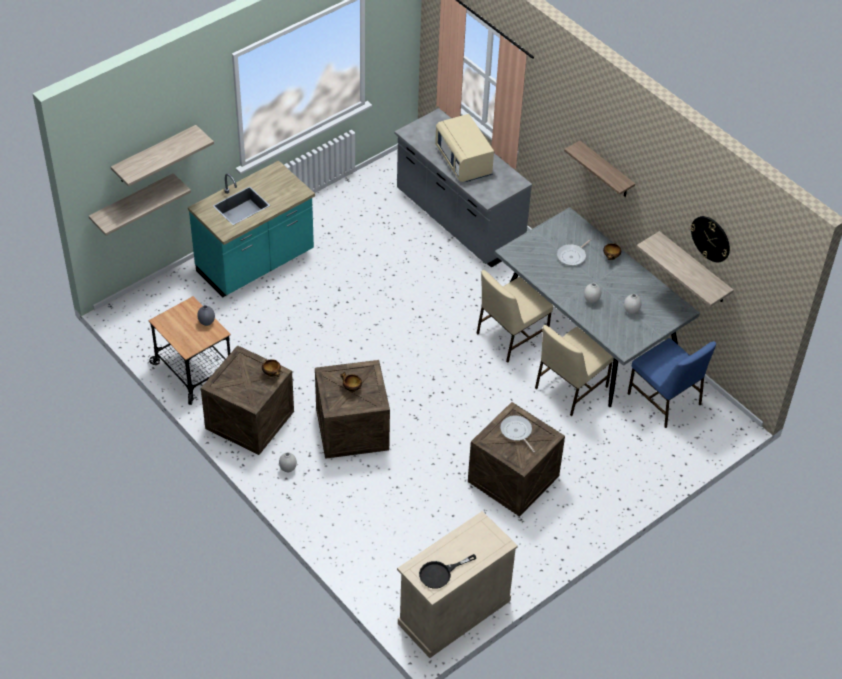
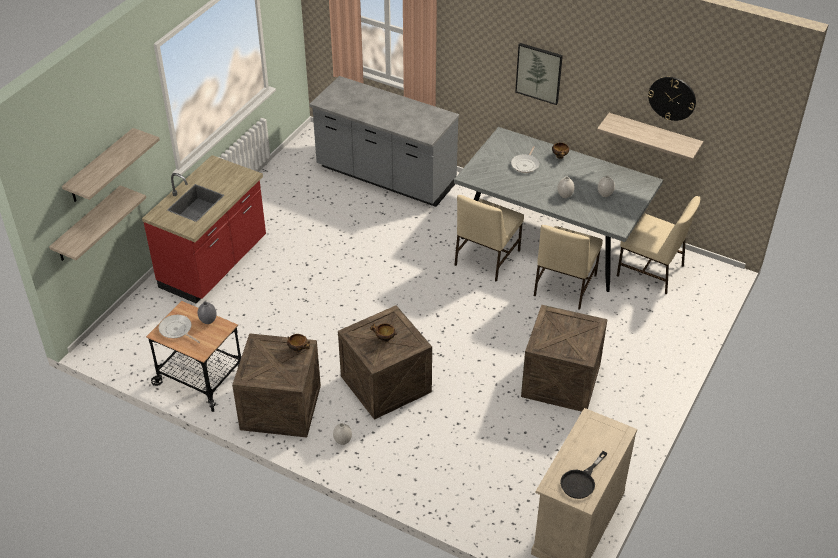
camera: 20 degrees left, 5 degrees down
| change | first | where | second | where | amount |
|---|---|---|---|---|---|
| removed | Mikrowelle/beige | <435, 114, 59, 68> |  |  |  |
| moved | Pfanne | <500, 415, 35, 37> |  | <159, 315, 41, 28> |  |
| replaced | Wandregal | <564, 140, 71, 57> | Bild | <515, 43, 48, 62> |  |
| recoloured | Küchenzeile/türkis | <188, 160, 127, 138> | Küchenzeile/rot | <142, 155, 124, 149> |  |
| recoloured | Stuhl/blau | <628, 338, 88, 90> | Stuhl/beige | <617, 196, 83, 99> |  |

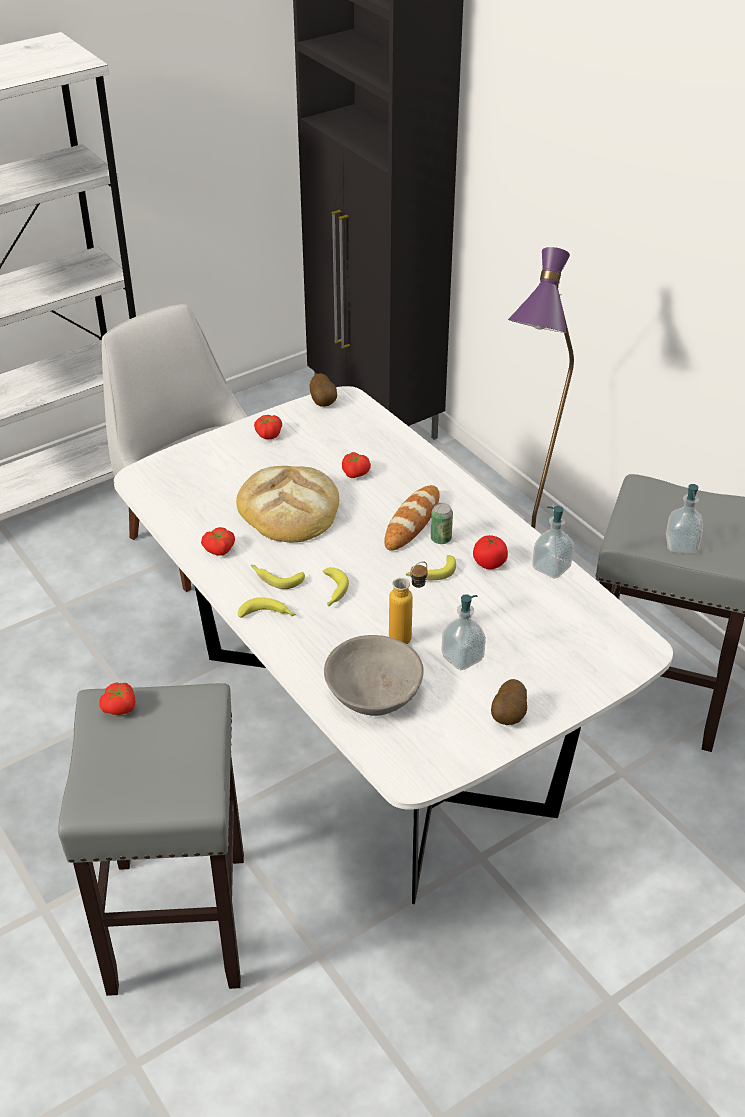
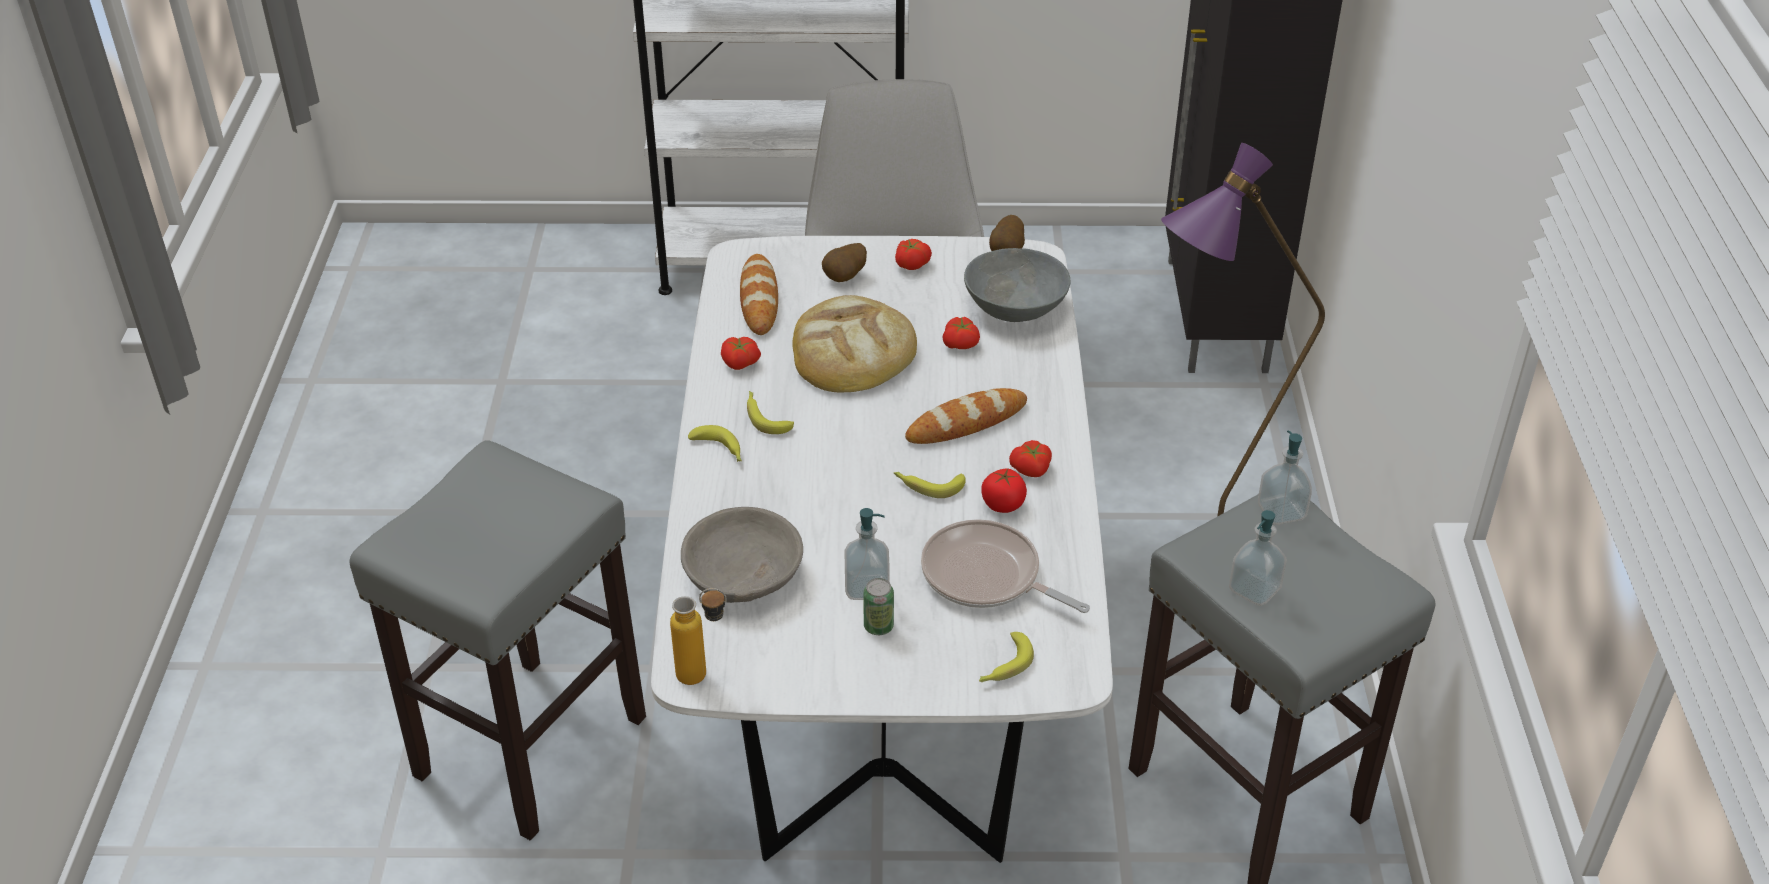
camera: 35 degrees right, 0 degrees up
| change | first | where | second | where | amount |
|---|---|---|---|---|---|
| added |  |  | Brot | <740, 254, 38, 81> |  |
| added |  |  | Pfanne | <921, 519, 169, 94> |  |
| added |  |  | Schüssel/grau | <964, 248, 106, 74> |  |
| moved | Tomate | <100, 682, 35, 33> |  | <1009, 440, 43, 37> |  |
| moved | Banane | <322, 567, 27, 39> |  | <979, 632, 55, 50> |  |
| moved | Flasche | <389, 561, 39, 83> |  | <670, 588, 57, 97> |  |
| moved | Dose | <431, 503, 22, 41> |  | <863, 578, 31, 57> |  |
| moved | Kartoffel | <491, 679, 36, 46> |  | <822, 243, 45, 39> |  |
| moved | Seifenspender | <532, 506, 42, 73> |  | <1258, 431, 54, 94> |  |

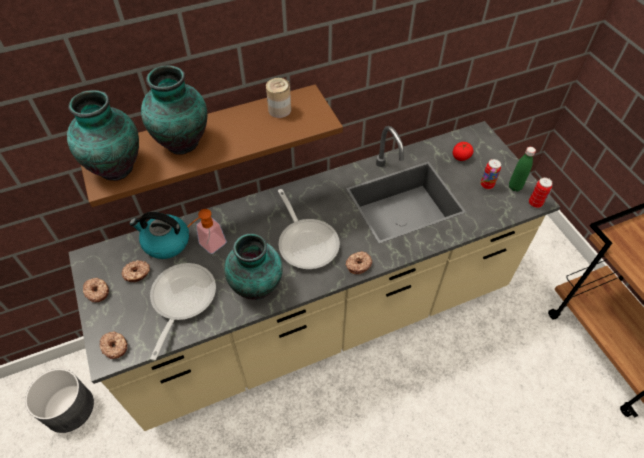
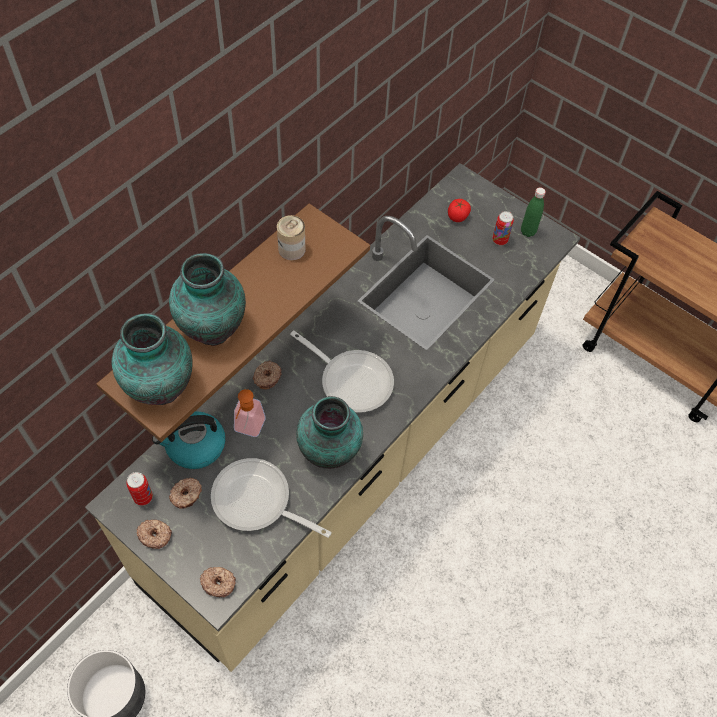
camera: 30 degrees left, 5 degrees up
| change | first | where | second | where | amount |
|---|---|---|---|---|---|
| moved | Donut | <345, 251, 27, 23> |  | <253, 361, 29, 28> |  |
| moved | Dose | <529, 177, 23, 31> |  | <126, 472, 27, 34> |  |
| turned | Pfanne | <150, 263, 66, 97> |  | <211, 458, 121, 80> | 45 degrees counterclockwise |

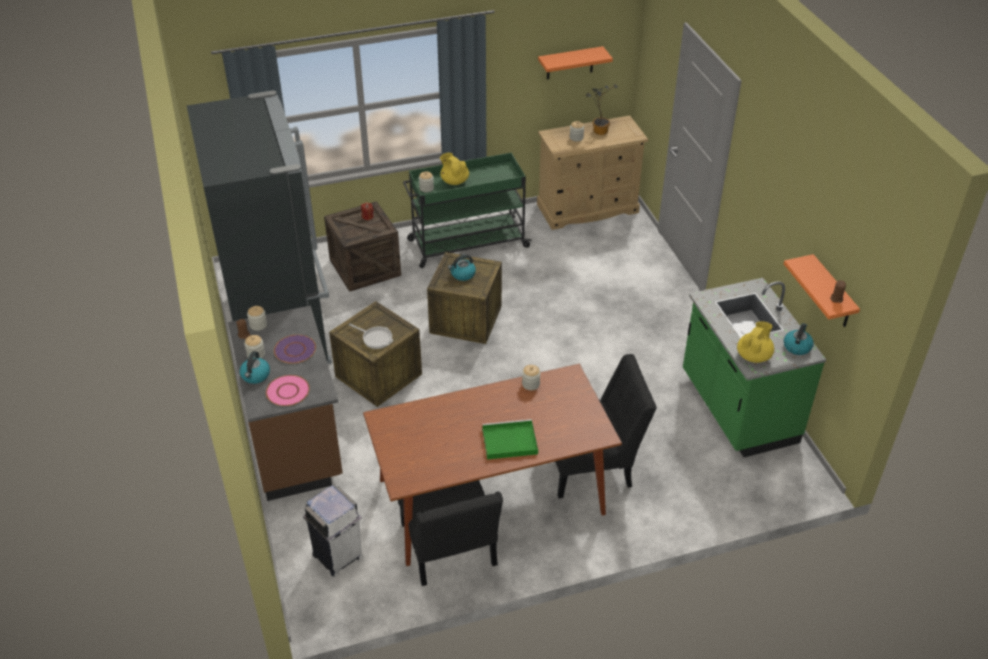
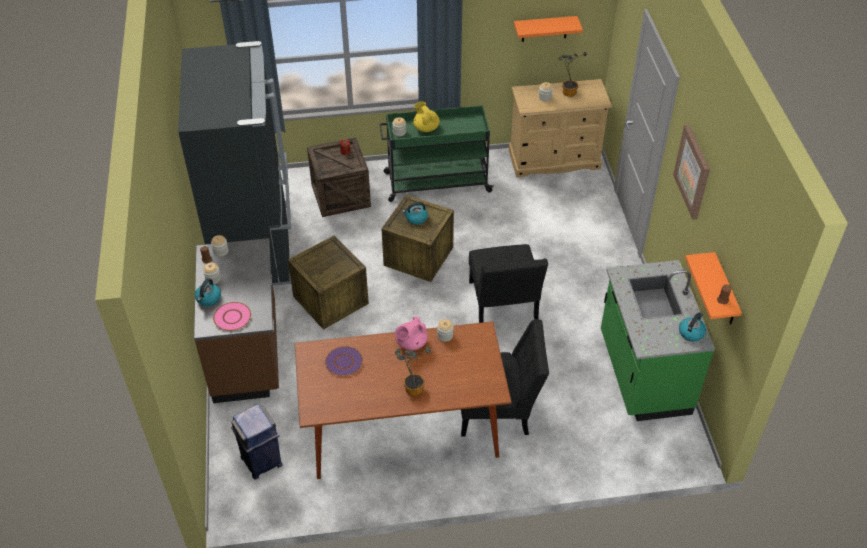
camera: 10 degrees right, 5 degrees up
| change | first | where | second | where | amount |
|---|---|---|---|---|---|
| removed | Pfanne | <349, 324, 44, 25> |  |  |  |
| removed | Teekanne/gelb | <737, 321, 37, 42> |  |  |  |
| added |  |  | Teekanne/rosa | <395, 316, 33, 34> |  |
| added |  |  | Bild | <673, 125, 37, 95> |  |
| moved | Teller/lila | <274, 335, 42, 29> |  | <325, 346, 38, 31> |  |
| moved | Stuhl/schwarz | <398, 480, 105, 106> |  | <469, 244, 79, 79> |  |
| replaced | Tablett/grün | <482, 419, 56, 40> | Topfpflanze | <395, 346, 36, 50> |  |
| recoloured | Mülleimer/weiß | <303, 486, 60, 91> | Mülleimer/blau | <231, 404, 52, 76> |  |

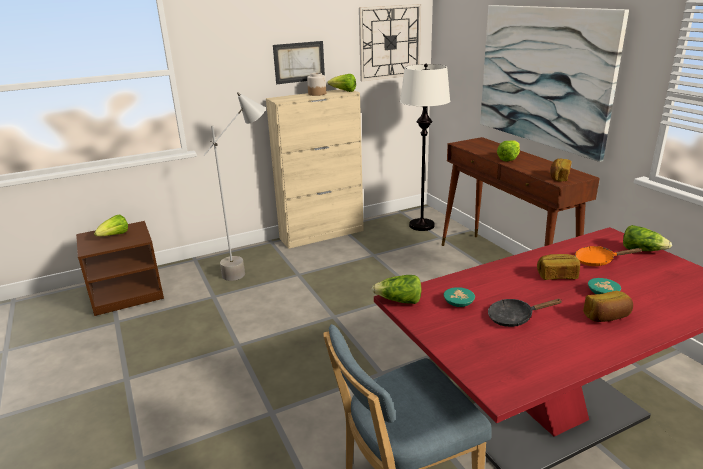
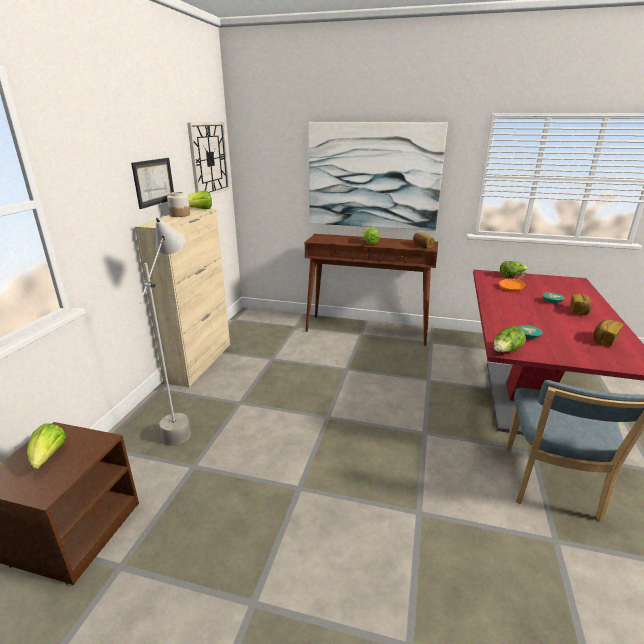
camera: 50 degrees left, 0 degrees up
| change | first | where | second | where | amount |
|---|---|---|---|---|---|
| removed | Stehlampe/weiß | <400, 64, 50, 167> |  |  |  |
| removed | Pfanne/schwarz | <488, 299, 75, 28> |  |  |  |
| moved | Brot | <537, 254, 43, 26> |  | <593, 319, 30, 27> |  |

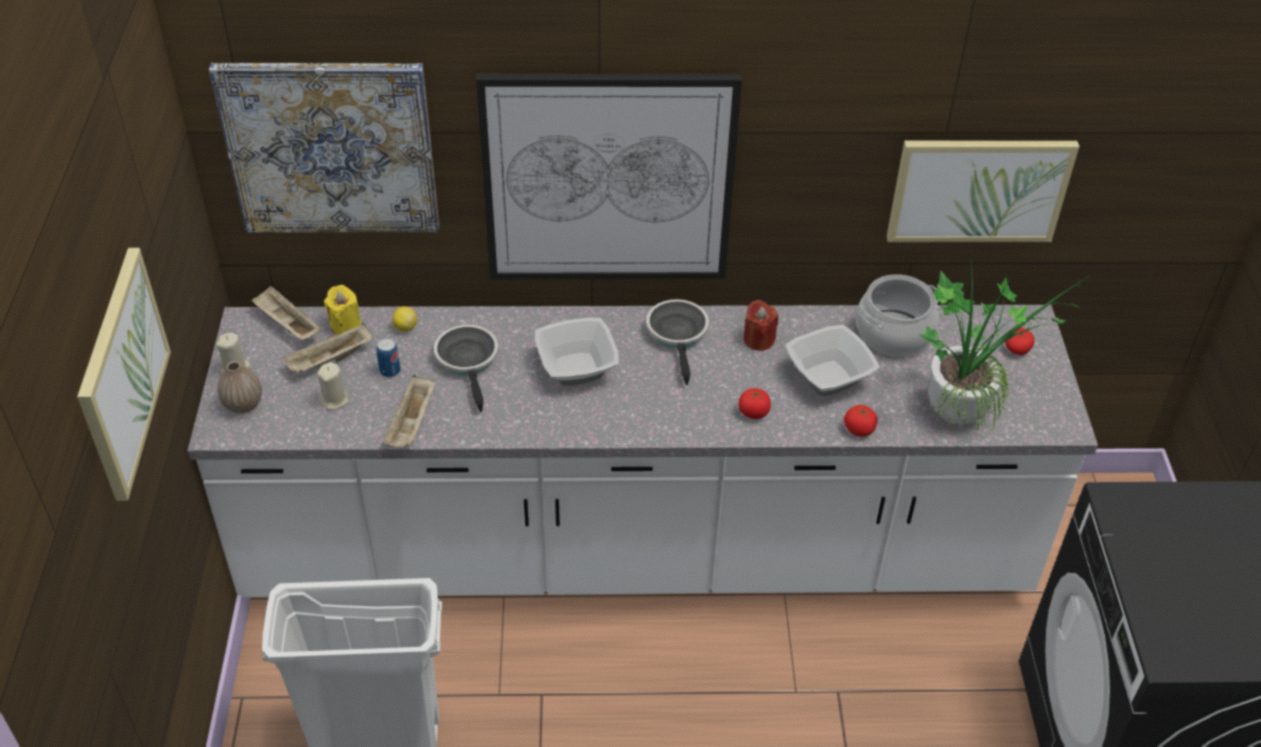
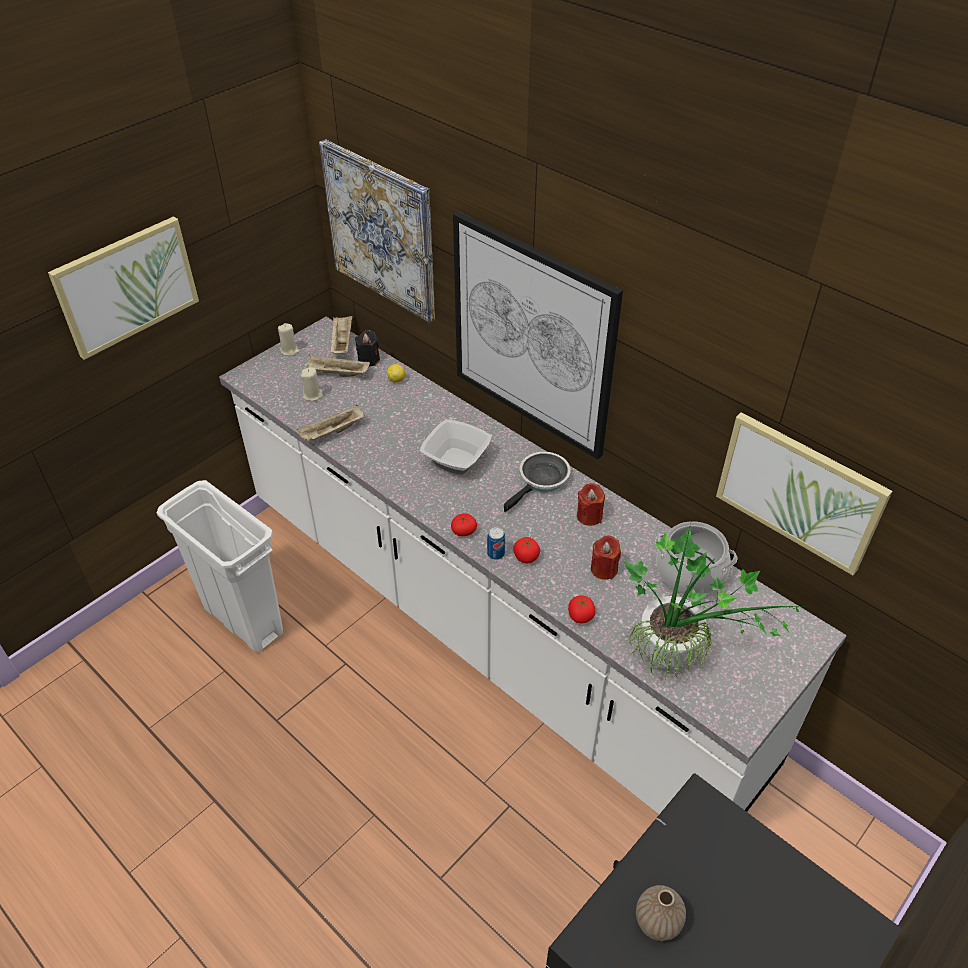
camera: 45 degrees right, 0 degrees up
| change | first | where | second | where | amount |
|---|---|---|---|---|---|
| removed | Pfanne | <434, 325, 64, 87> |  |  |  |
| moved | Vase | <217, 361, 45, 53> |  | <636, 885, 50, 56> |  |
| moved | Dose | <376, 338, 24, 40> |  | <487, 527, 18, 33> |  |
| moved | Tomate | <1005, 328, 29, 27> |  | <451, 513, 26, 23> |  |
| replaced | Schüssel | <785, 325, 95, 71> | Kerze/rot | <591, 536, 30, 44> |  |
| recoloured | Kerze/gelb | <324, 285, 37, 50> | Kerze/schwarz | <355, 330, 25, 37> |  |

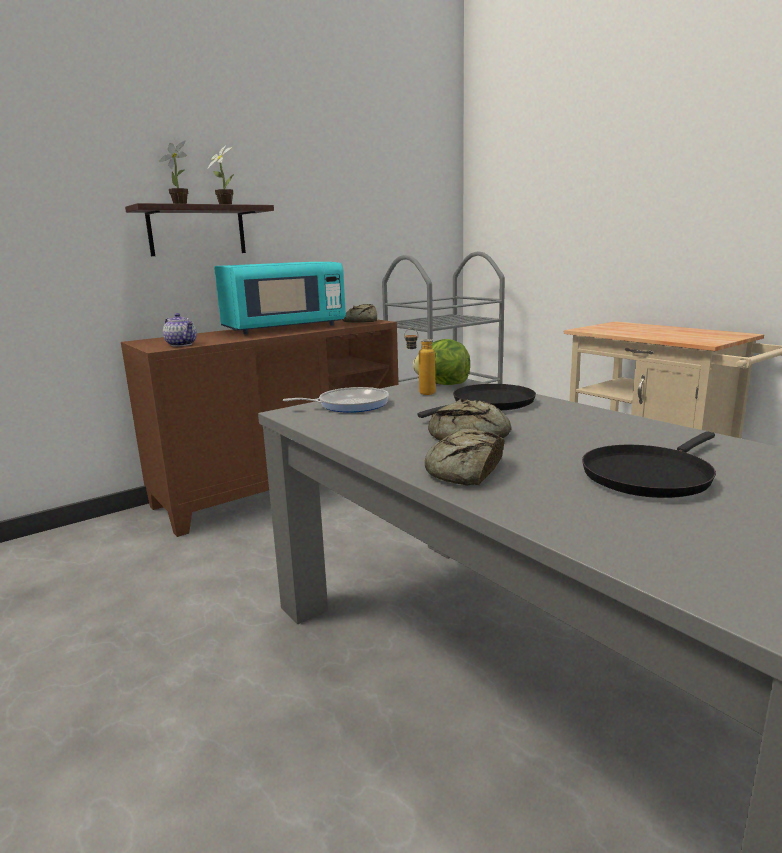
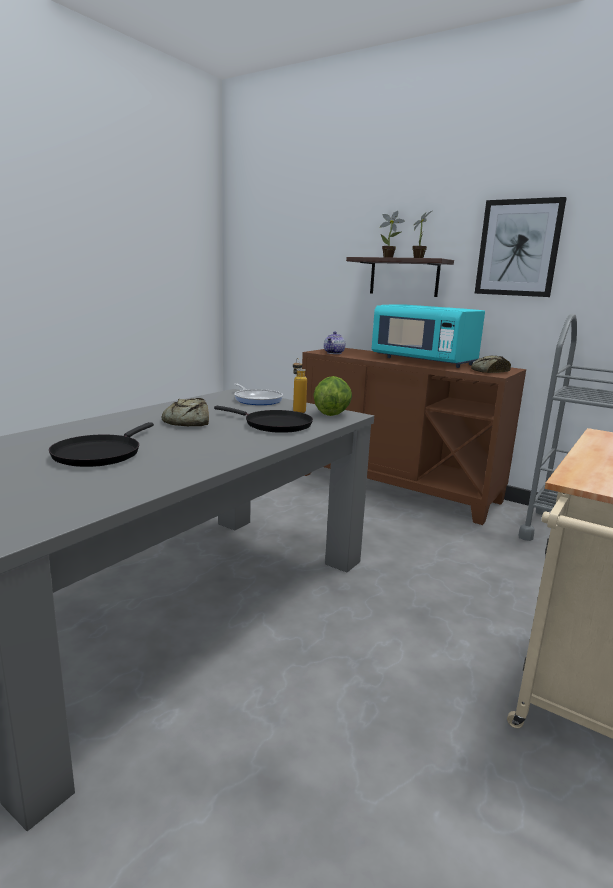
camera: 70 degrees right, 0 degrees up
| change | first | where | second | where | amount |
|---|---|---|---|---|---|
| removed | Brot | <425, 428, 80, 57> |  |  |  |
| added |  |  | Bild | <475, 197, 91, 100> |  |
| turned | Pfanne/schwarz | <582, 431, 134, 67> |  | <49, 422, 105, 45> | 105 degrees counterclockwise |

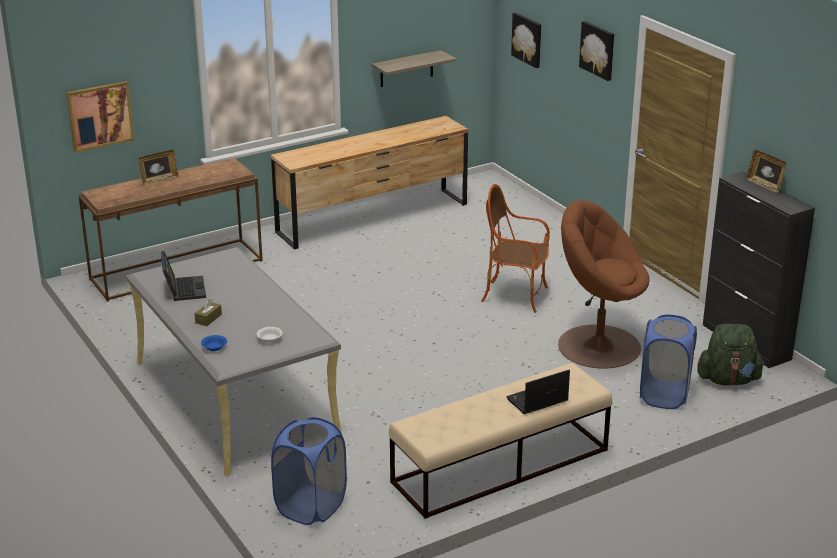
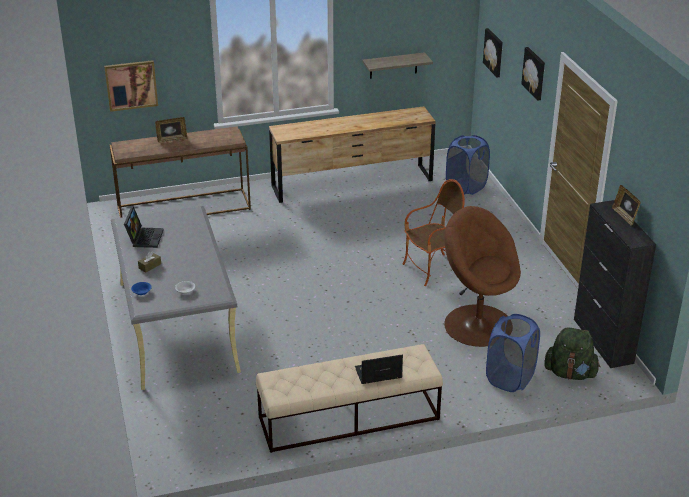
camera: 15 degrees right, 5 degrees up
| change | first | where | second | where | amount |
|---|---|---|---|---|---|
| moved | Wäschekorb/blau | <271, 417, 76, 108> |  | <446, 135, 44, 60> |  |
| turned | Sessel | <481, 184, 69, 129> |  | <403, 179, 62, 107> | 120 degrees clockwise |

